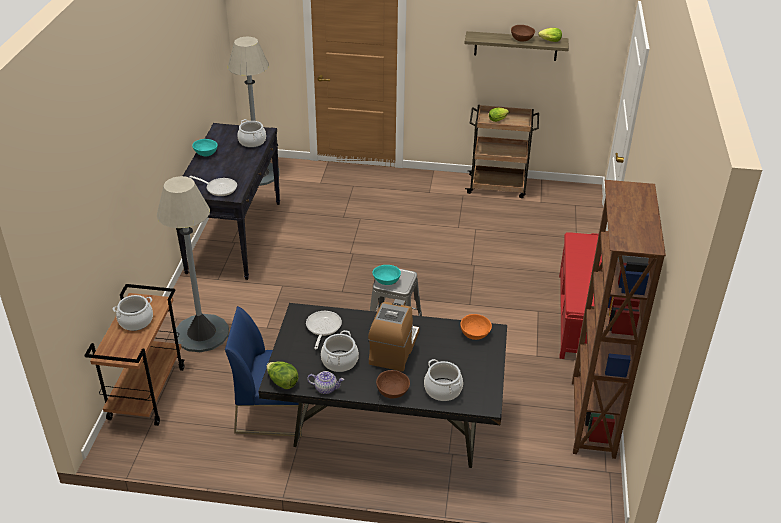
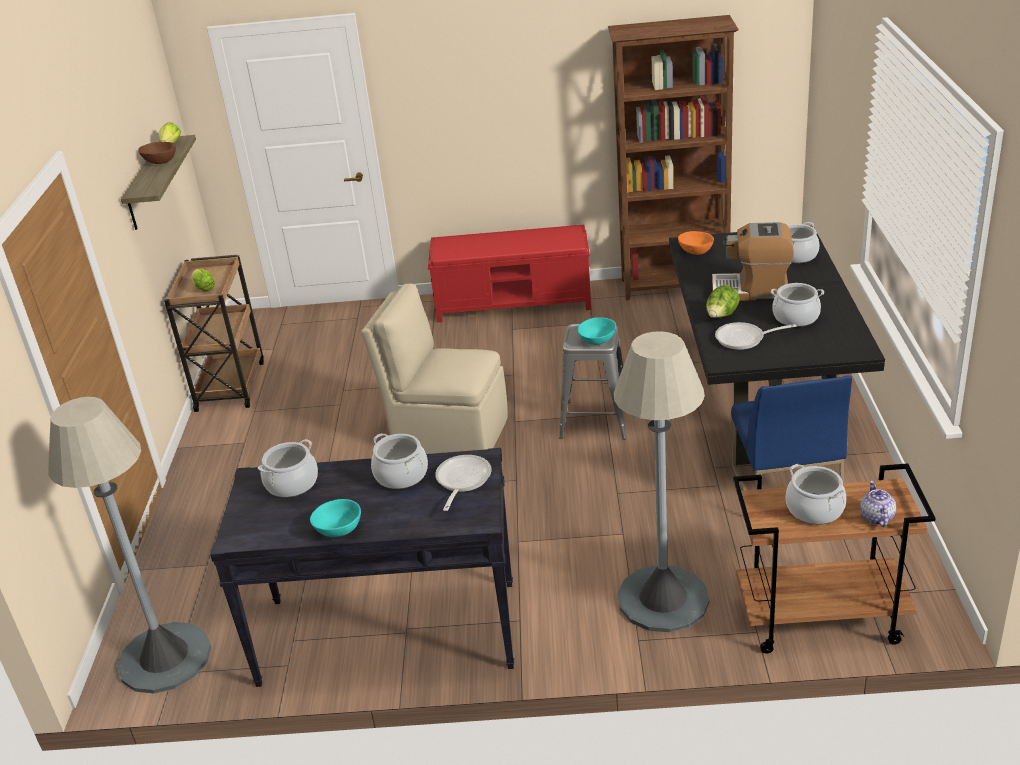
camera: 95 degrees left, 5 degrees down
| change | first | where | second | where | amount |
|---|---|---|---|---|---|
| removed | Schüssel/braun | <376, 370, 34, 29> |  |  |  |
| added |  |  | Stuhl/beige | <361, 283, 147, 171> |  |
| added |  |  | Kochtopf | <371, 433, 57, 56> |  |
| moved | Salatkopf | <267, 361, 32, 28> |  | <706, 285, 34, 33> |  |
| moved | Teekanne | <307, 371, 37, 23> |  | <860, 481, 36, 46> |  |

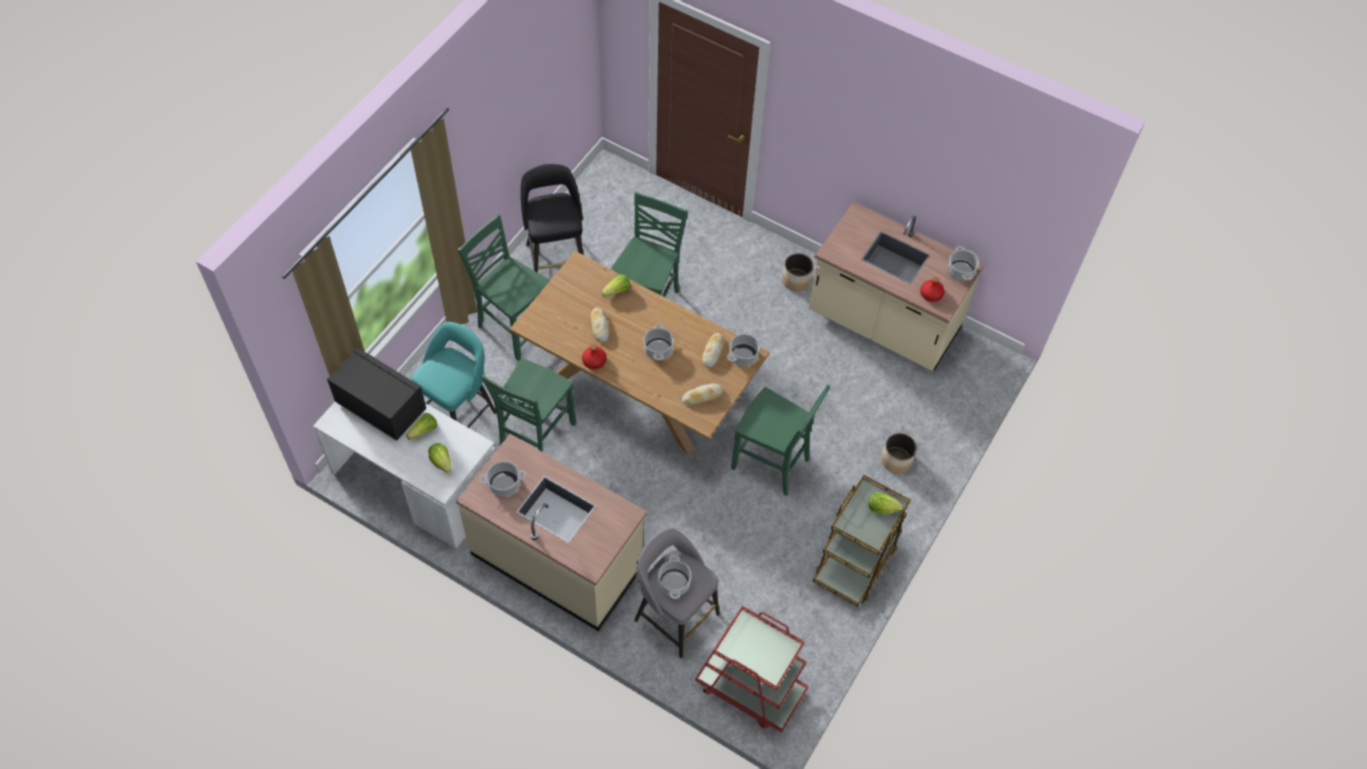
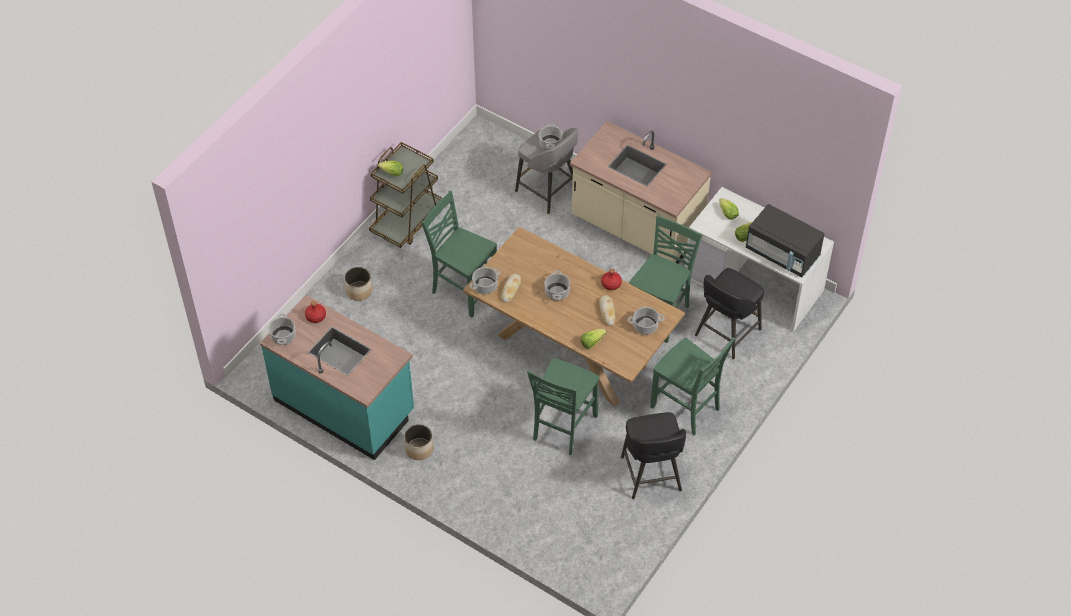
camera: 175 degrees left, 5 degrees down
| change | first | where | second | where | amount |
|---|---|---|---|---|---|
| removed | Brot | <682, 383, 41, 22> |  |  |  |
| removed | Rollwagen/rot | <695, 606, 113, 126> |  |  |  |
| moved | Kochtopf | <479, 461, 48, 36> |  | <628, 307, 37, 28> |  |
| recoloured | Hocker/türkis | <411, 322, 85, 106> | Hocker/schwarz | <695, 268, 69, 91> |  |
| recoloured | Küchenzeile/beige | <808, 202, 177, 169> | Küchenzeile/türkis | <260, 295, 154, 165> |  |

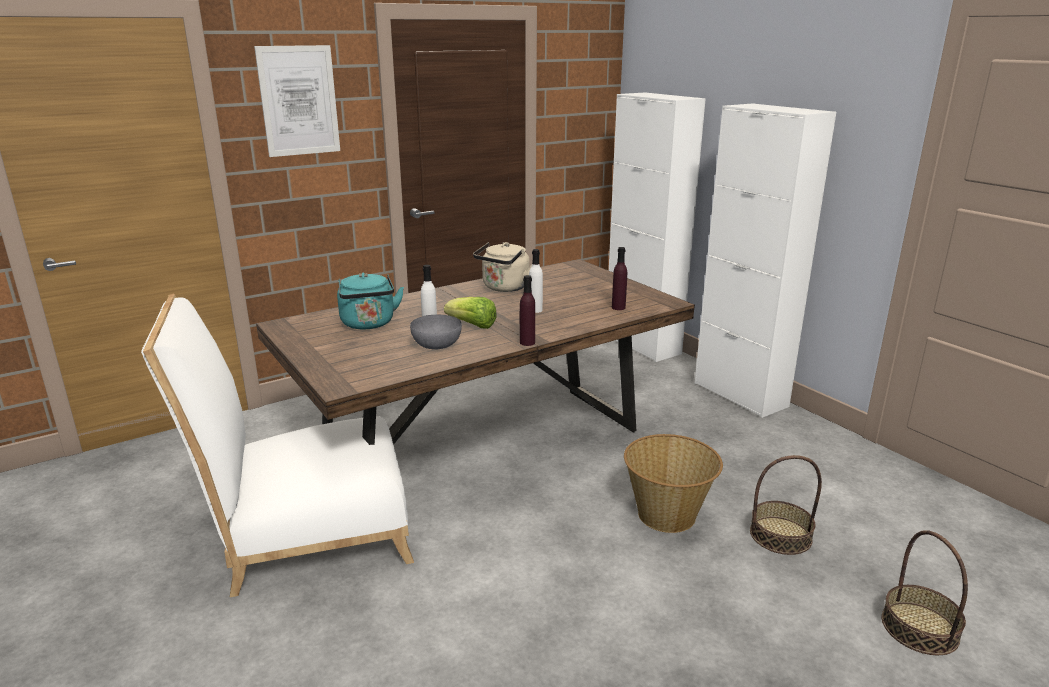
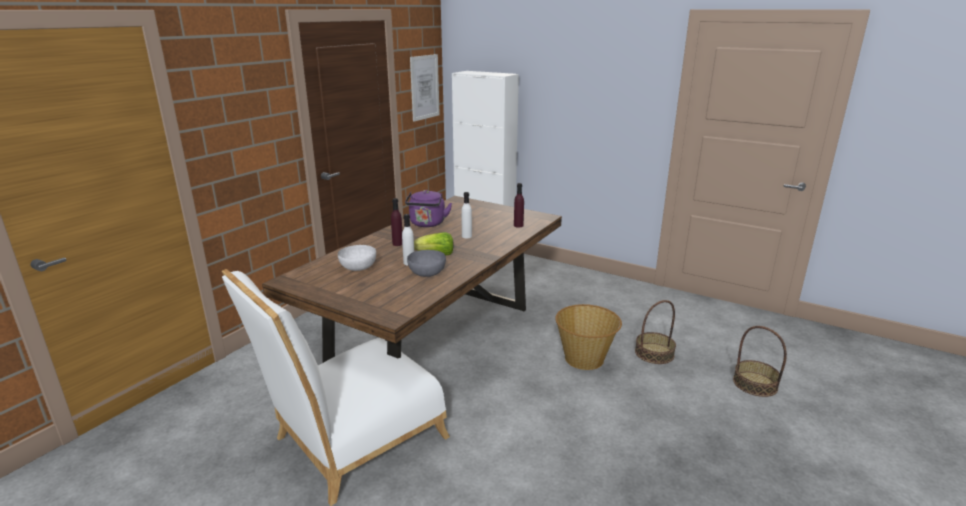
camera: 25 degrees left, 0 degrees up
| change | first | where | second | where | amount |
|---|---|---|---|---|---|
| removed | Schrank/weiß | <695, 103, 141, 315> |  |  |  |
| moved | Bild | <254, 45, 86, 112> |  | <410, 54, 30, 68> |  |
| moved | Flasche/lila | <520, 275, 15, 71> |  | <391, 198, 11, 48> |  |
| replaced | Wasserkessel/türkis | <337, 273, 67, 57> | Schüssel/weiß | <338, 245, 38, 26> |  |
| recoloured | Wasserkessel/beige | <473, 242, 59, 50> | Wasserkessel/lila | <405, 190, 47, 37> |  |

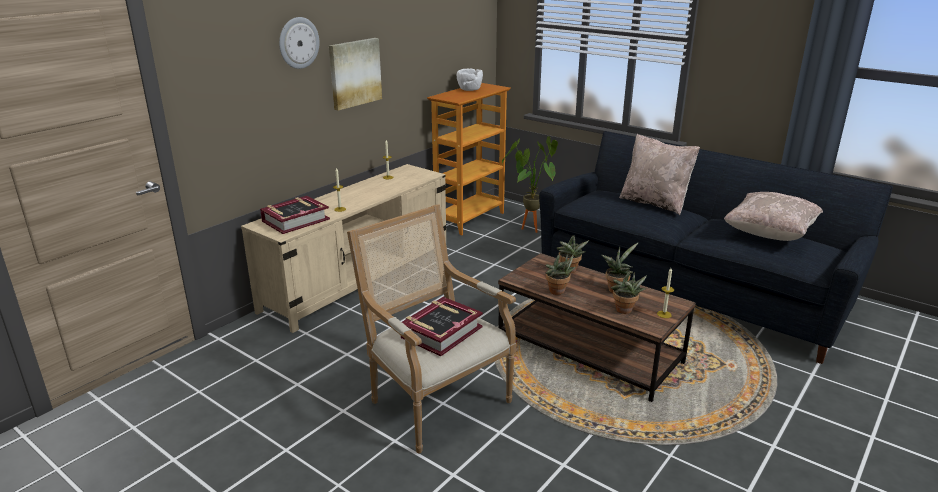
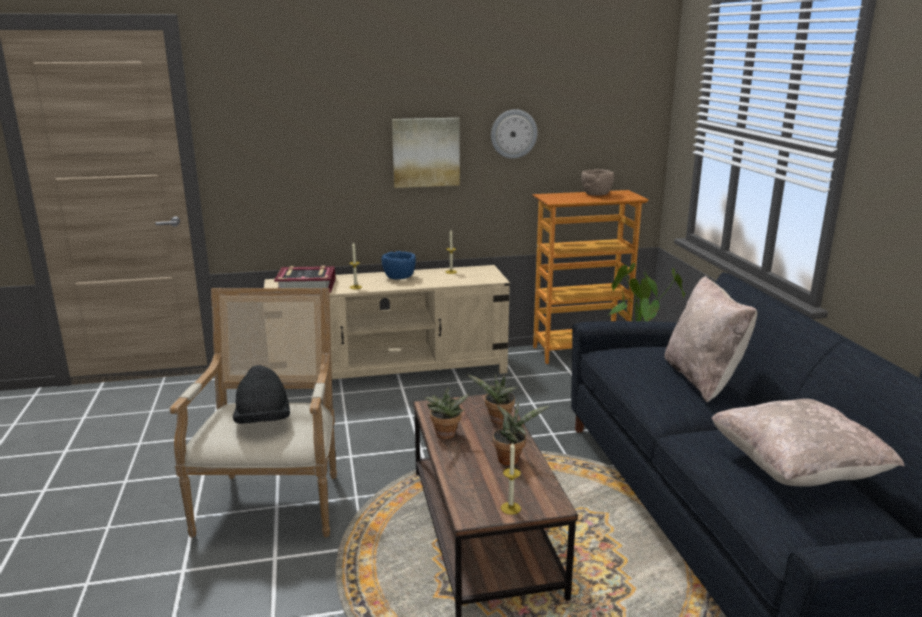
camera: 40 degrees right, 5 degrees down
| change | first | where | second | where | amount |
|---|---|---|---|---|---|
| removed | Topfpflanze | <611, 272, 36, 42> |  |  |  |
| added |  |  | Schüssel/blau | <382, 251, 34, 29> |  |
| moved | Wanduhr | <279, 17, 40, 52> |  | <491, 109, 46, 50> |  |
| replaced | Buch | <401, 297, 82, 59> | Hut/schwarz | <233, 365, 57, 59> |  |
| recoloured | Schüssel/weiß | <457, 69, 26, 22> | Schüssel/braun | <581, 169, 33, 27> |  |

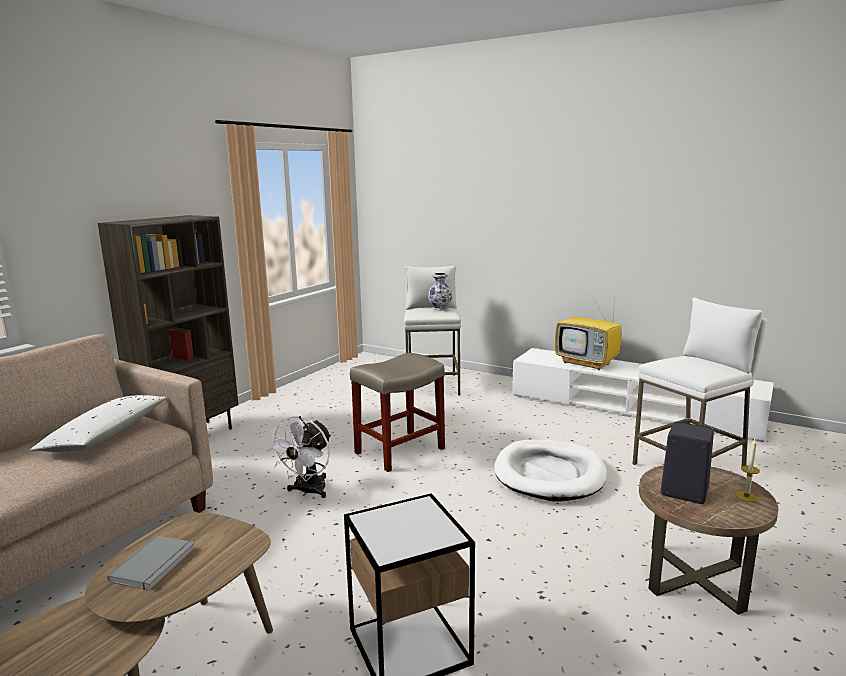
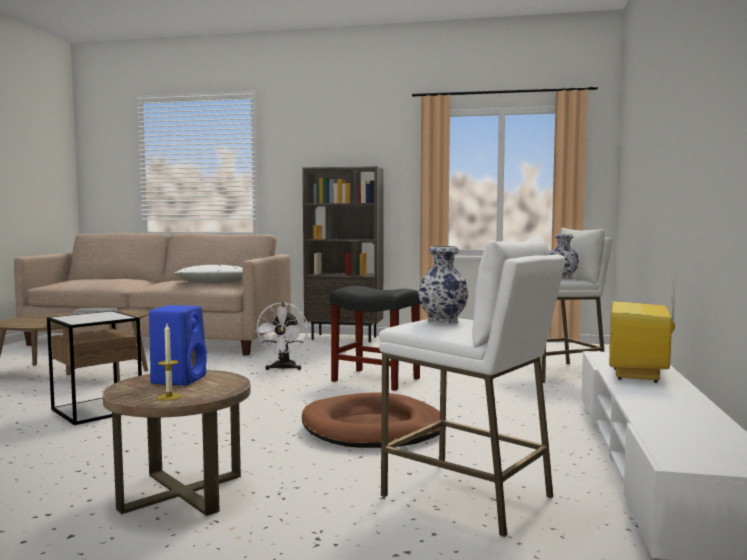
camera: 70 degrees right, 10 degrees down
| change | first | where | second | where | amount |
|---|---|---|---|---|---|
| added |  |  | Vase | <418, 246, 50, 78> |  |
| recoloured | Hocker/beige | <350, 353, 95, 119> | Hocker/schwarz | <330, 286, 90, 105> |  |
| recoloured | Hundebett/weiß | <494, 440, 113, 62> | Hundebett/braun | <302, 392, 138, 56> |  |
| recoloured | Lautsprecher/schwarz | <661, 422, 53, 82> | Lautsprecher/blau | <149, 305, 58, 80> |  |
| turned | Ventilator/weiß | <267, 416, 64, 82> |  | <255, 302, 53, 68> | 90 degrees counterclockwise |

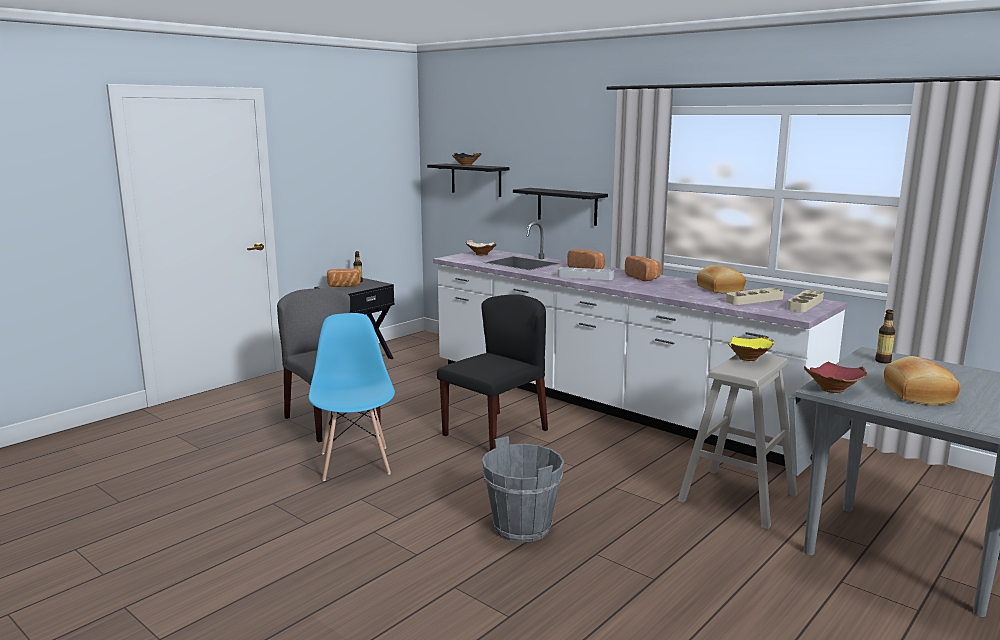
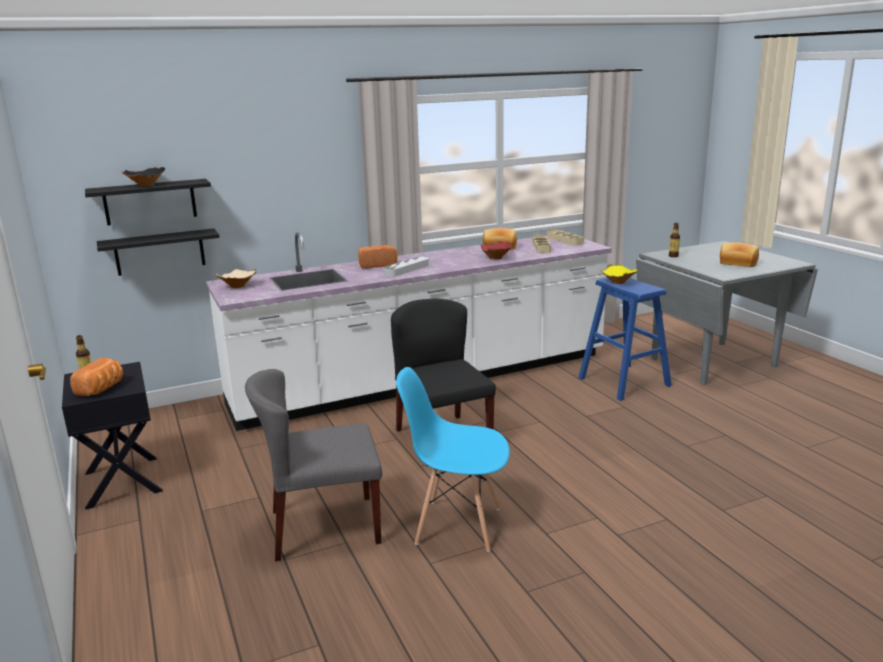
camera: 65 degrees left, 5 degrees up
| change | first | where | second | where | amount |
|---|---|---|---|---|---|
| removed | Eimer/grau | <482, 436, 82, 106> |  |  |  |
| removed | Brot | <625, 256, 36, 25> |  |  |  |
| moved | Wandregal/schwarz | <513, 188, 95, 38> |  | <97, 228, 123, 48> |  |
| moved | Schüssel/rot | <804, 362, 64, 31> |  | <481, 241, 30, 19> |  |
| recoloured | Hocker/beige | <677, 354, 121, 175> | Hocker/blau | <578, 278, 94, 123> |  |

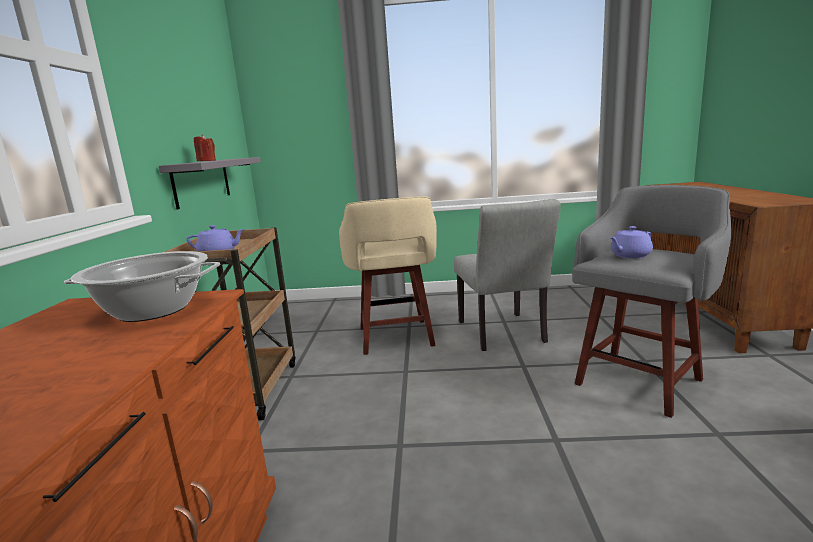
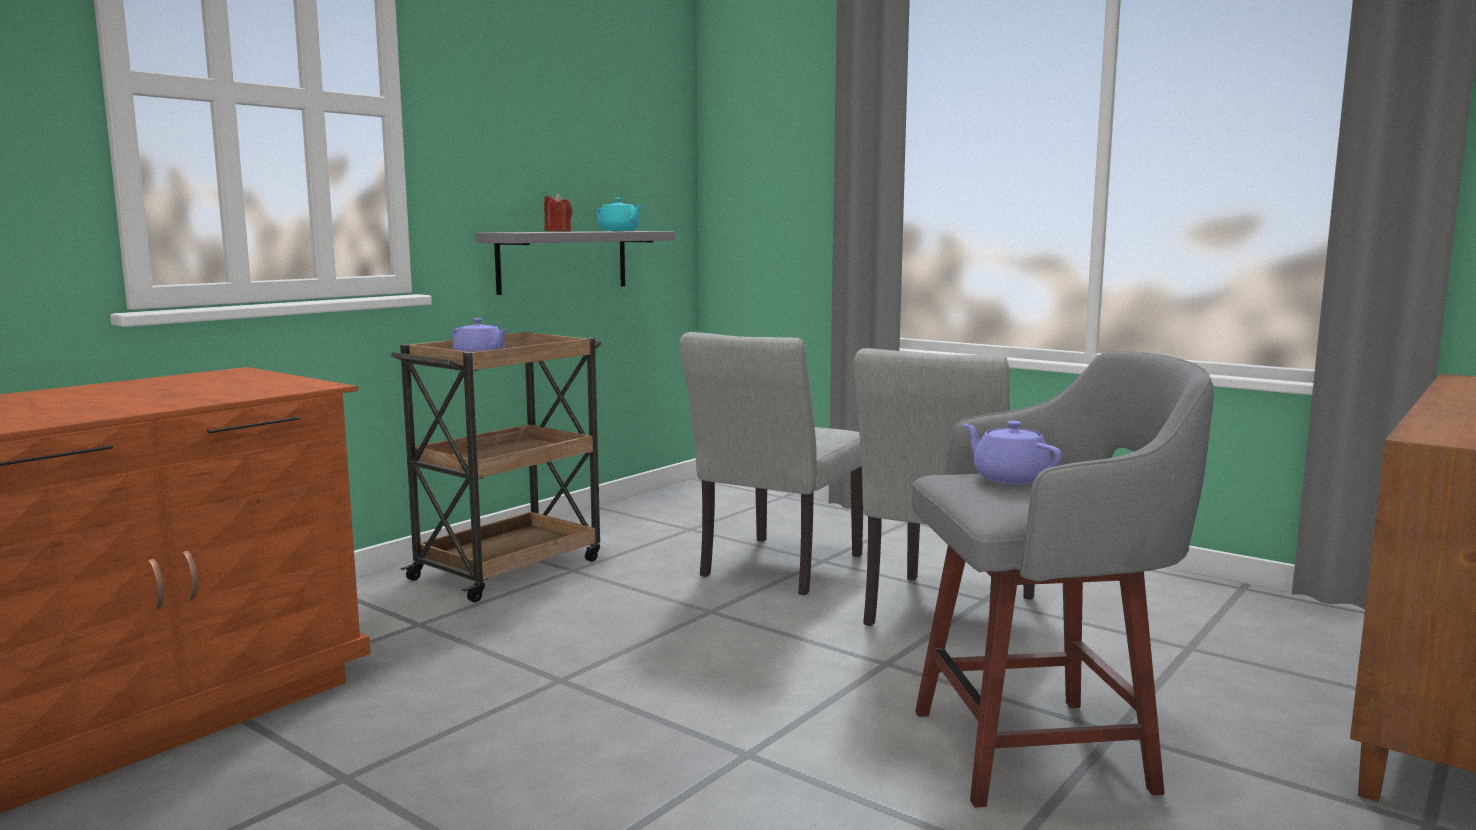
camera: 35 degrees right, 5 degrees down
| change | first | where | second | where | amount |
|---|---|---|---|---|---|
| removed | Kochtopf | <64, 251, 156, 71> |  |  |  |
| added |  |  | Teekanne/türkis | <596, 198, 47, 33> |  |
| replaced | Hocker/beige | <339, 197, 98, 158> | Stuhl/grau | <679, 332, 184, 263> |  |
| turned | Teekanne/lila | <609, 226, 44, 32> |  | <963, 421, 99, 63> | 45 degrees clockwise |

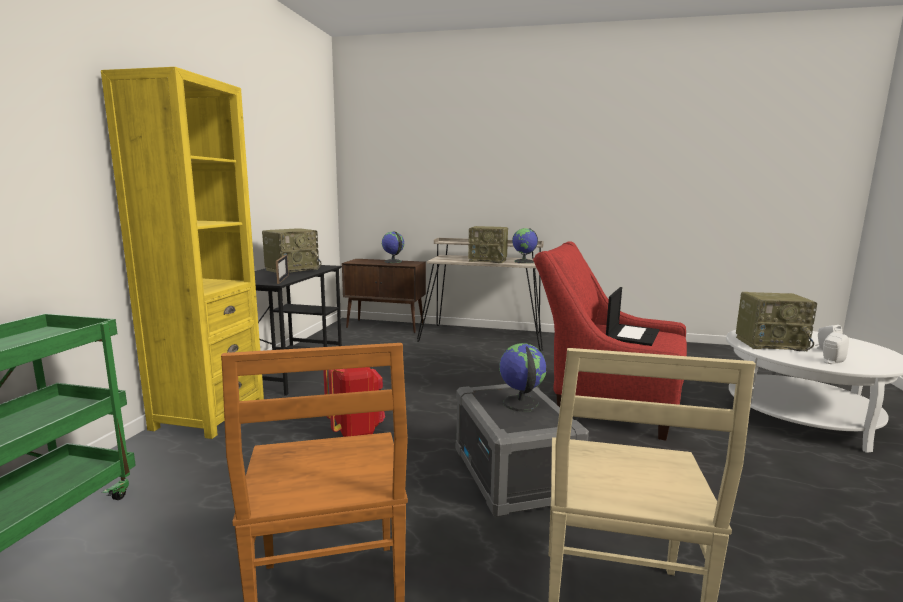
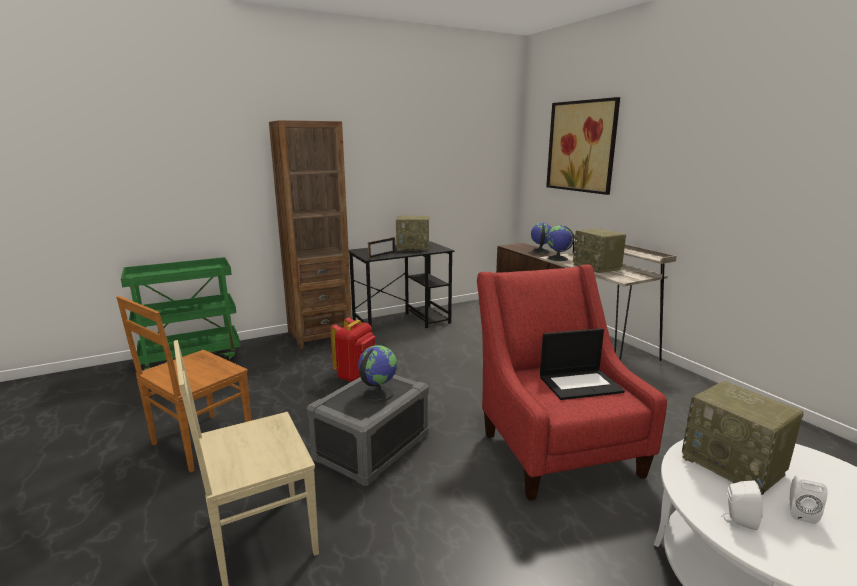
camera: 50 degrees right, 5 degrees up
| change | first | where | second | where | amount |
|---|---|---|---|---|---|
| added |  |  | Bild | <546, 97, 74, 98> |  |
| moved | Globus | <512, 228, 26, 35> |  | <547, 226, 27, 35> |  |
| recoloured | Bücherregal/gelb | <101, 67, 163, 372> | Bücherregal/braun | <269, 120, 83, 229> |  |

